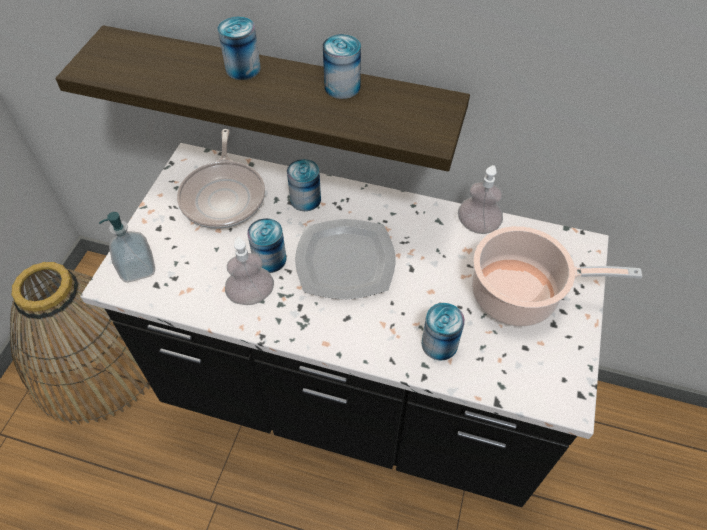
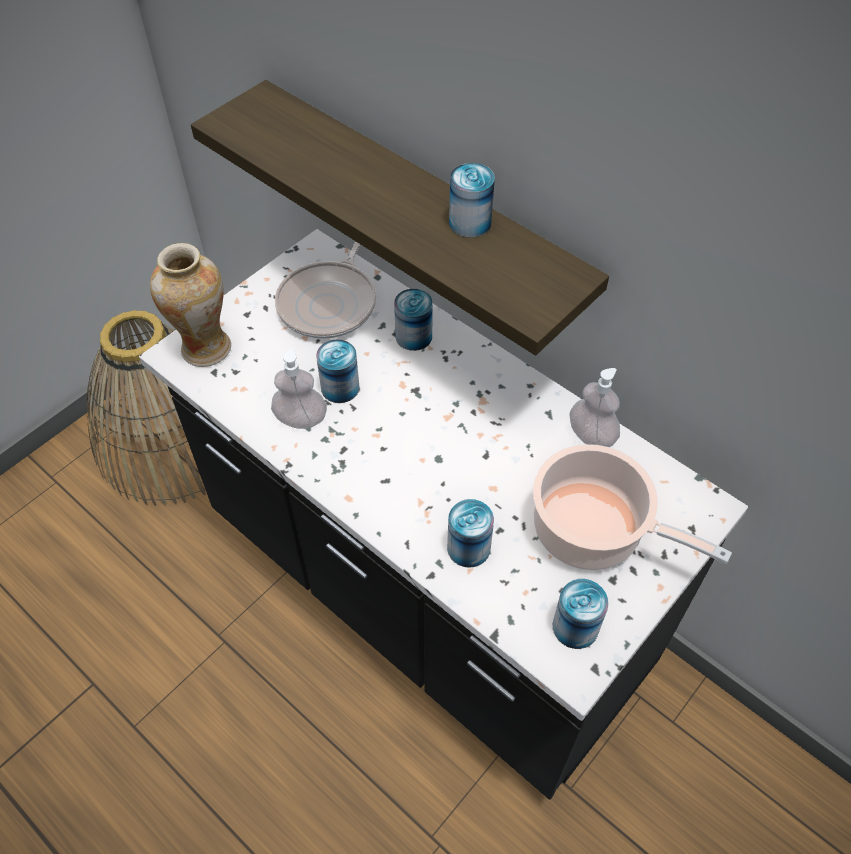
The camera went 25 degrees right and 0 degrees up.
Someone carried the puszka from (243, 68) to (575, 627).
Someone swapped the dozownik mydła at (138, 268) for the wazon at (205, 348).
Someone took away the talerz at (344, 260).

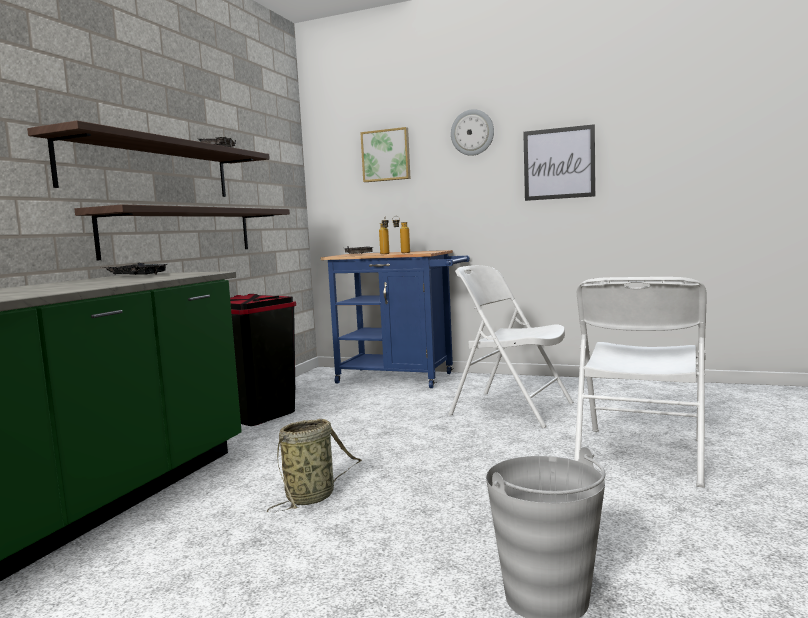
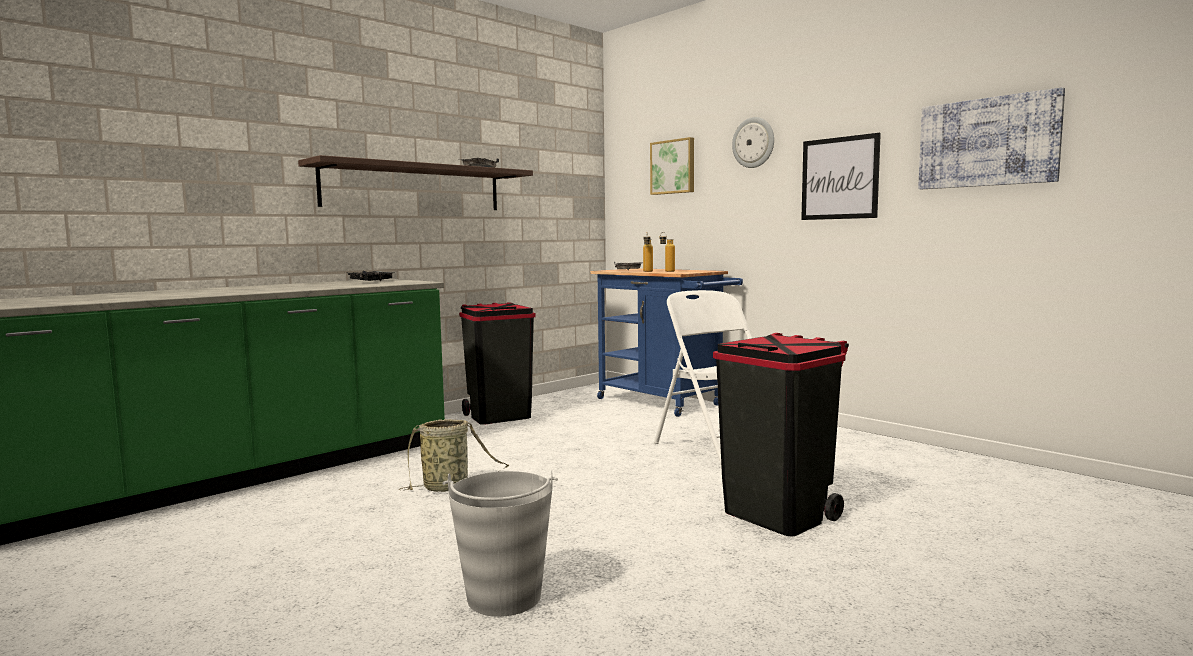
The camera went 25 degrees right and 0 degrees up.
Someone took away the półka at (181, 232).
Someone swapped the krzesło (biały) at (640, 455) for the kosz na śmieci (czarny) at (777, 514).
Someone put up the obraz at (987, 142).

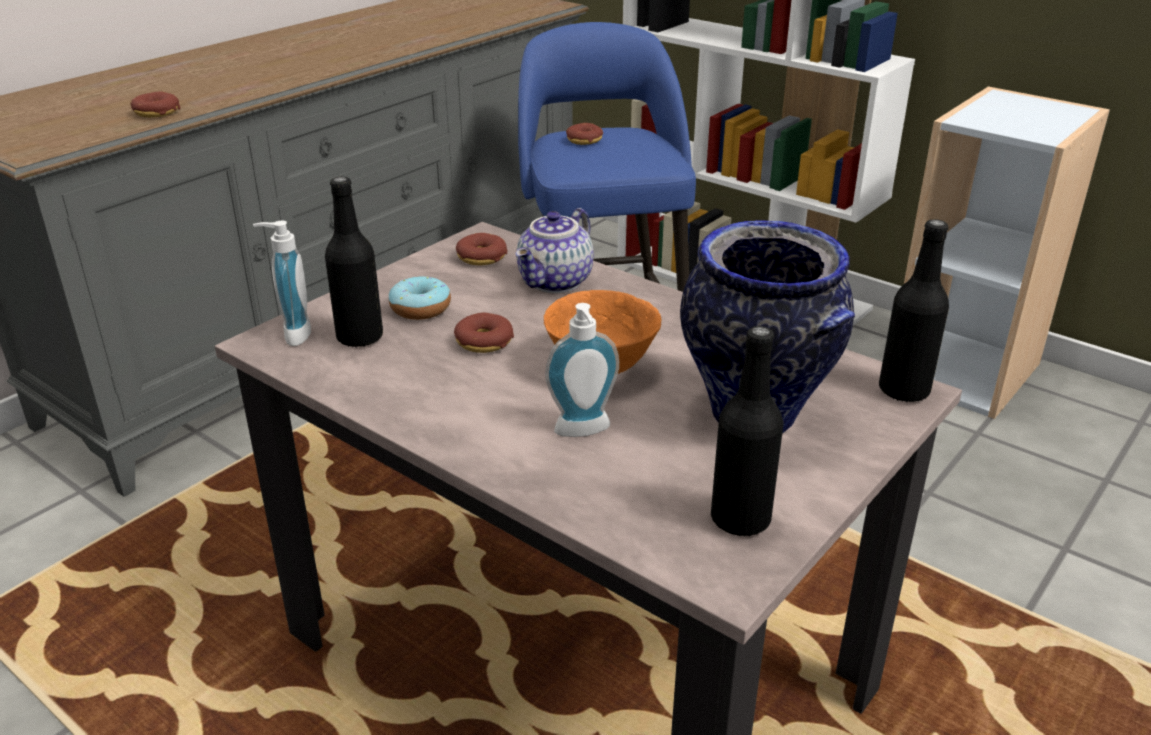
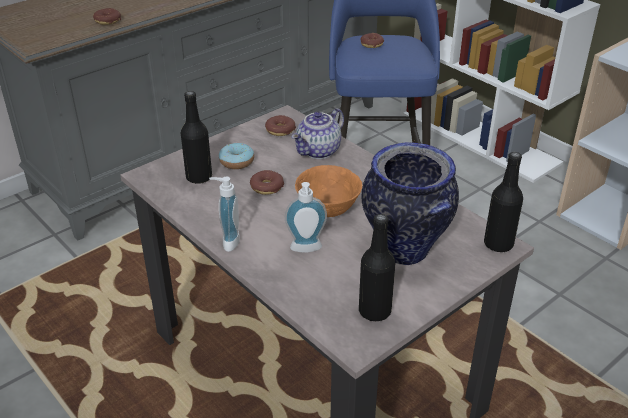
The camera went 10 degrees right and 5 degrees up.
Someone carried the dozownik mydła from (292, 334) to (227, 241).

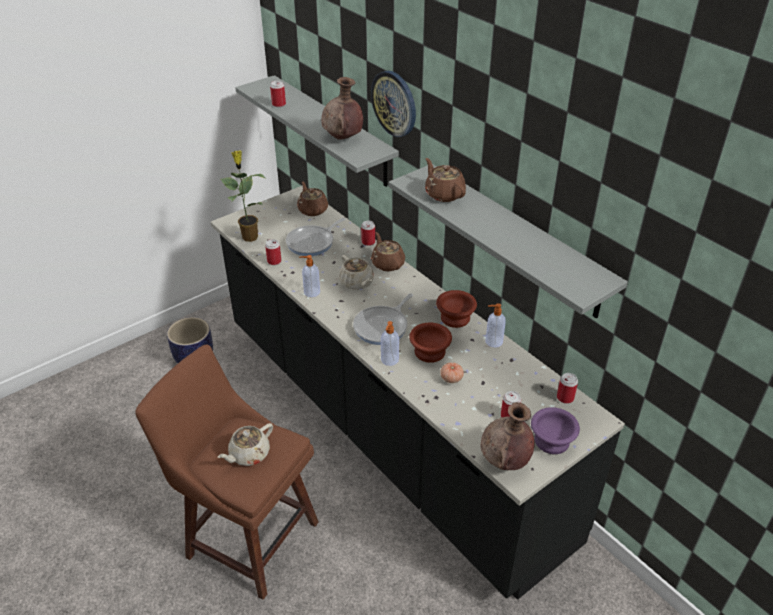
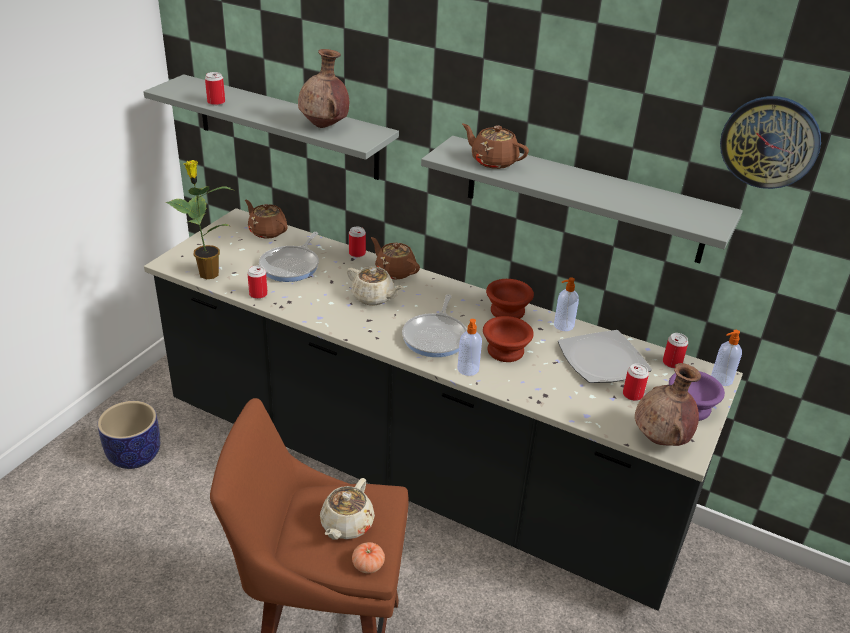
The camera went 25 degrees left and 5 degrees down.
Someone carried the zegar ścienny from (394, 103) to (770, 142).
Someone carried the dozownik mydła from (311, 292) to (720, 379).
Someone carried the pomidor from (451, 378) to (368, 565).
Someone put down the talerz at (603, 360).

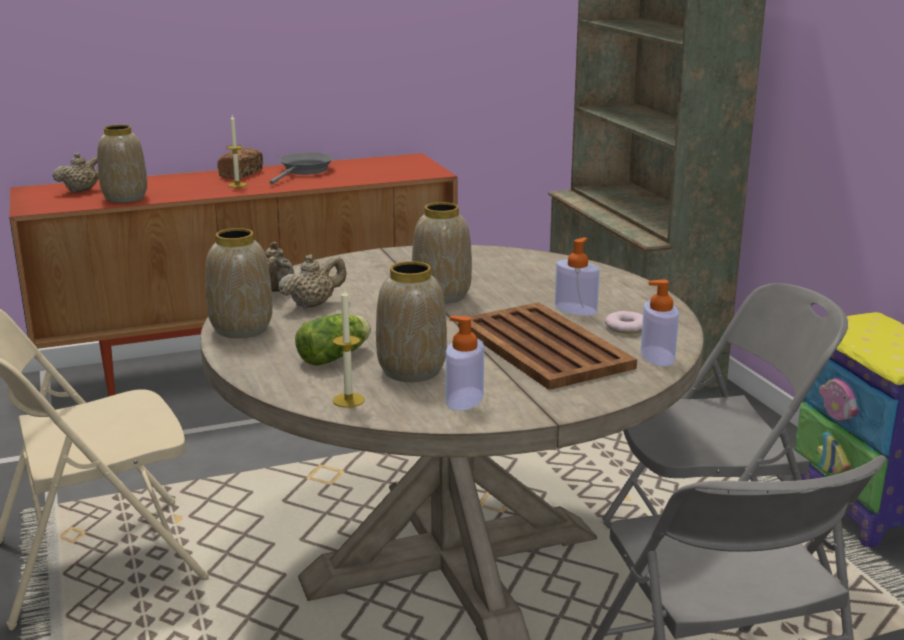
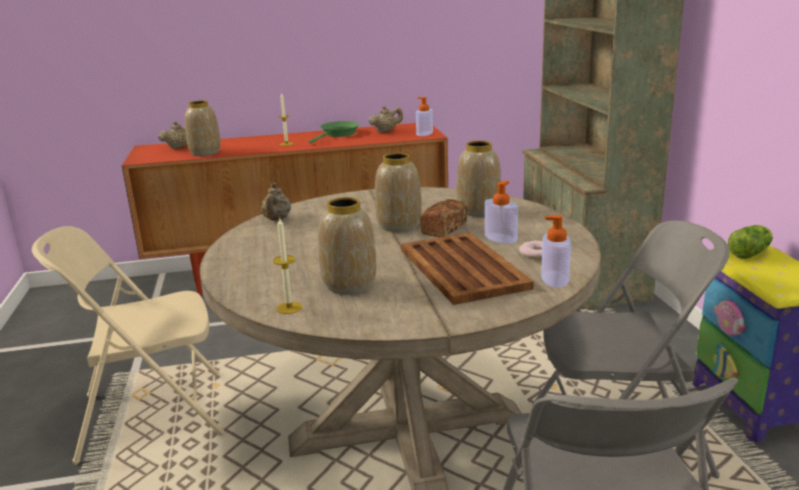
The camera went 10 degrees right and 0 degrees up.
Someone carried the chleb from (241, 174) to (444, 229).
Someone repainted the patelnia (szary) at (304, 171), which became the patelnia (zielony) at (338, 134).
Someone carried the wazon from (240, 329) to (478, 211).
Someone carried the imbryk (beżowy) from (313, 304) to (386, 131).
Someone carried the sałata from (336, 356) to (751, 253).
Someone carried the dozownik mydła from (464, 399) to (424, 133).

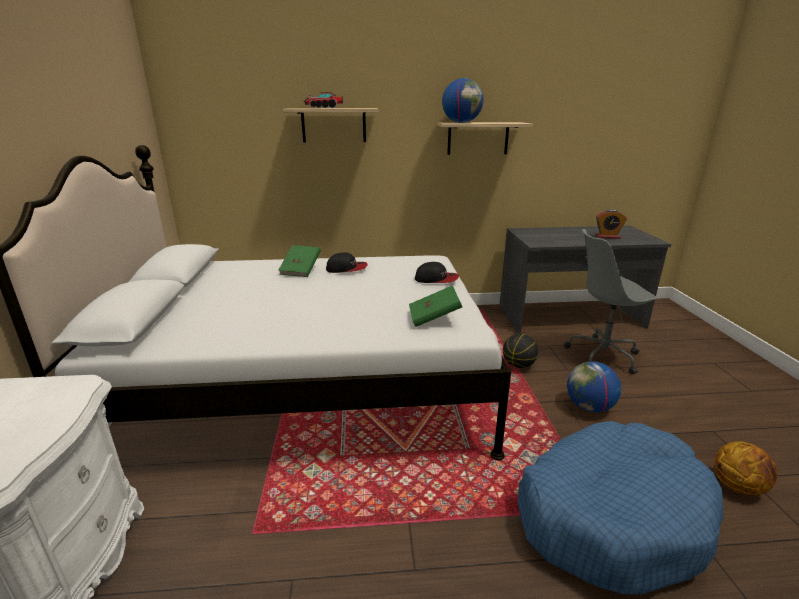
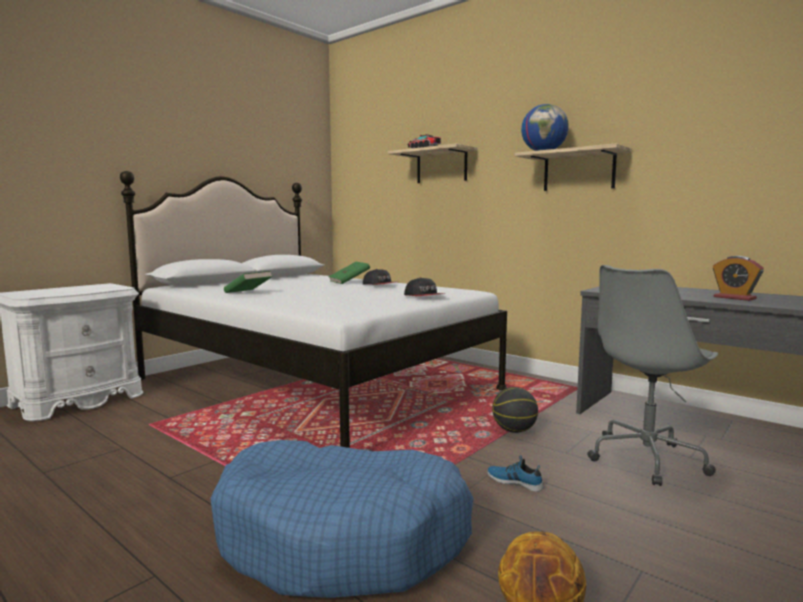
The camera went 45 degrees right and 15 degrees down.
Someone rotated the krzesło biurowe (szary) at (600, 356) by 75 degrees counterclockwise.
Someone carried the książka (zielony) from (434, 318) to (248, 293).
Someone swapped the globus at (589, 407) for the but at (515, 481).

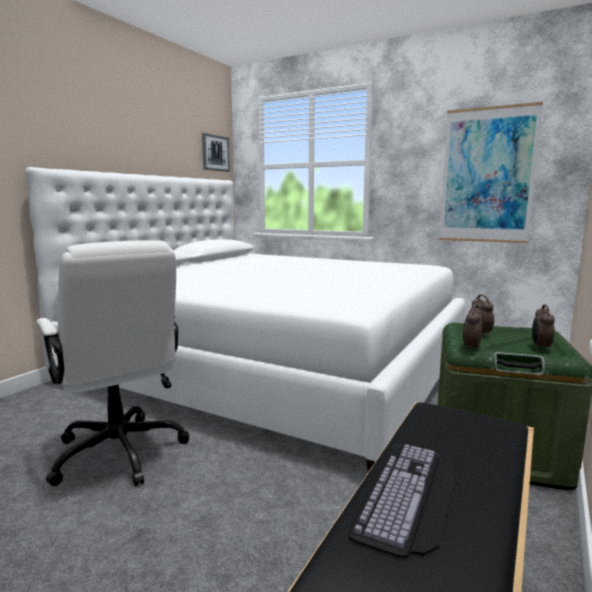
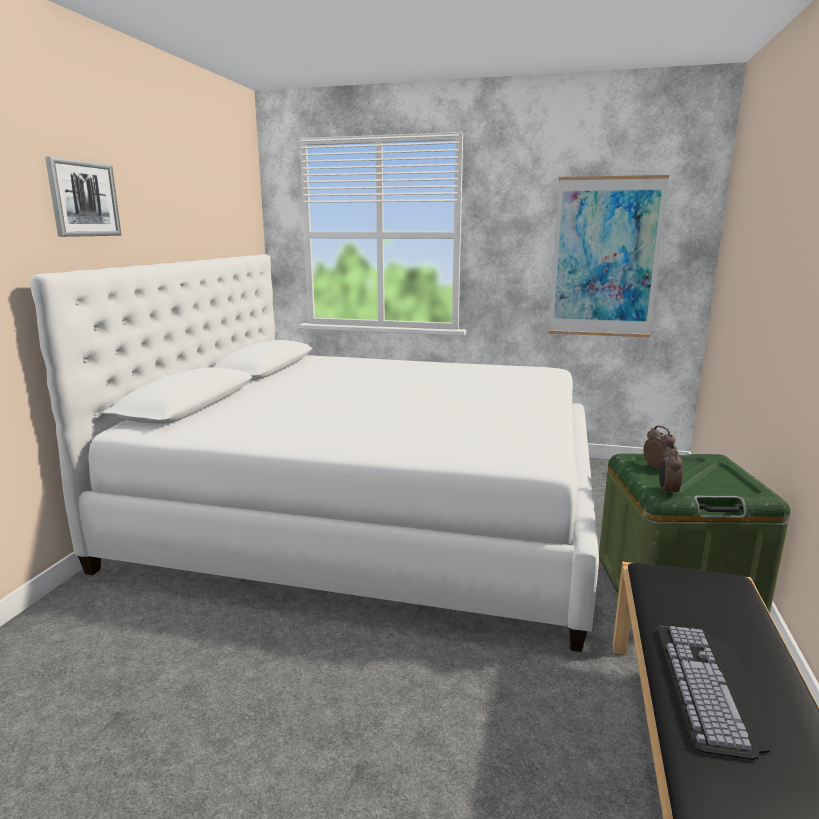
The camera went 15 degrees left and 5 degrees up.
Someone carried the obraz from (215, 153) to (83, 199).
Someone took away the krzesło biurowe (biały) at (121, 456).
Someone took away the budzik at (540, 348).

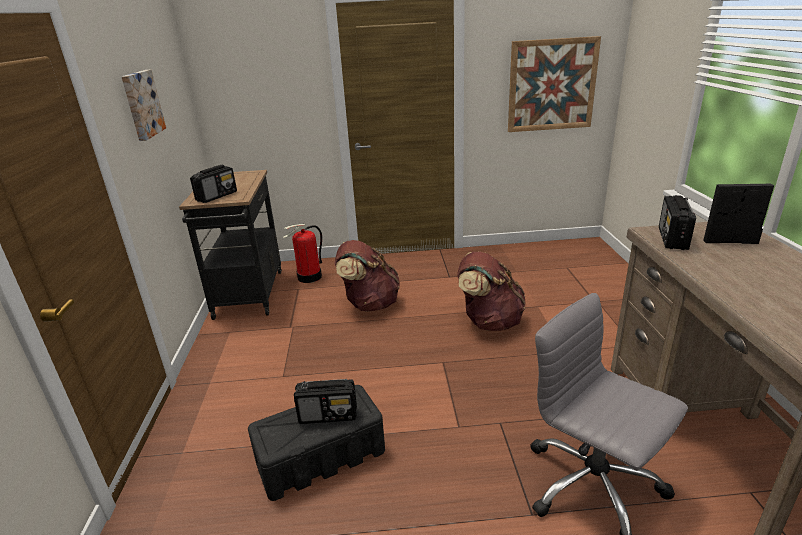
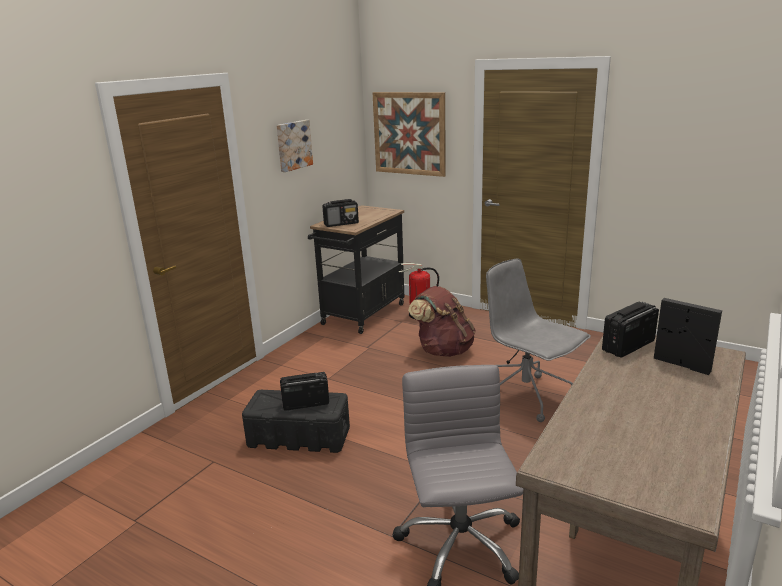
The camera went 35 degrees right and 5 degrees down.
Someone carried the obraz from (552, 85) to (409, 133).
Someone swapped the plecak (brązowy) at (489, 321) for the krzesło biurowe (szary) at (529, 399).
Someone rotated the radio at (328, 415) by 135 degrees clockwise.

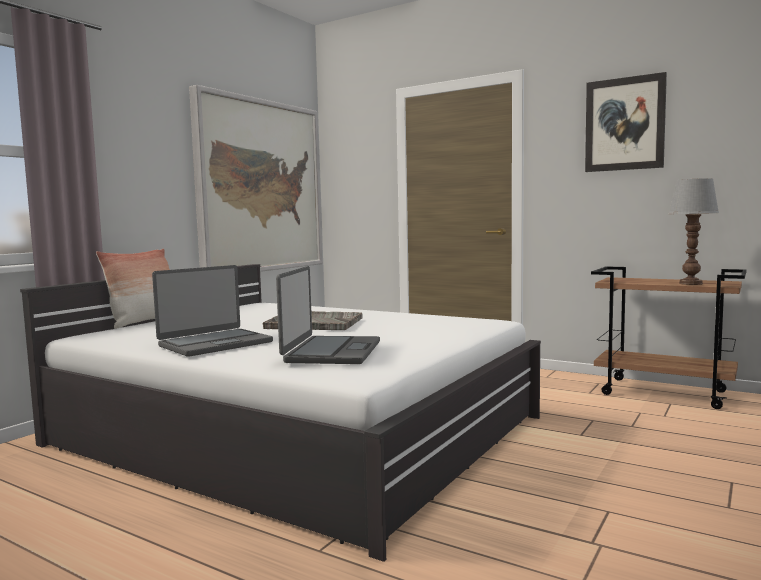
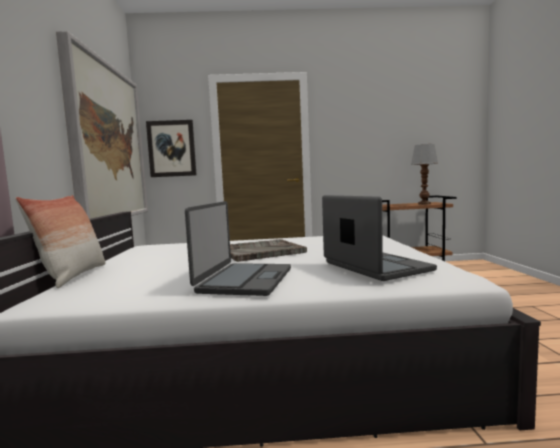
The camera went 35 degrees left and 0 degrees up.
Someone carried the obraz from (624, 124) to (171, 148).

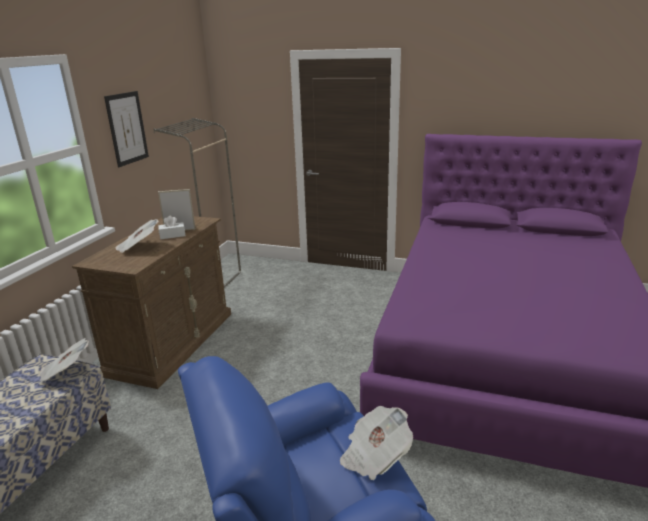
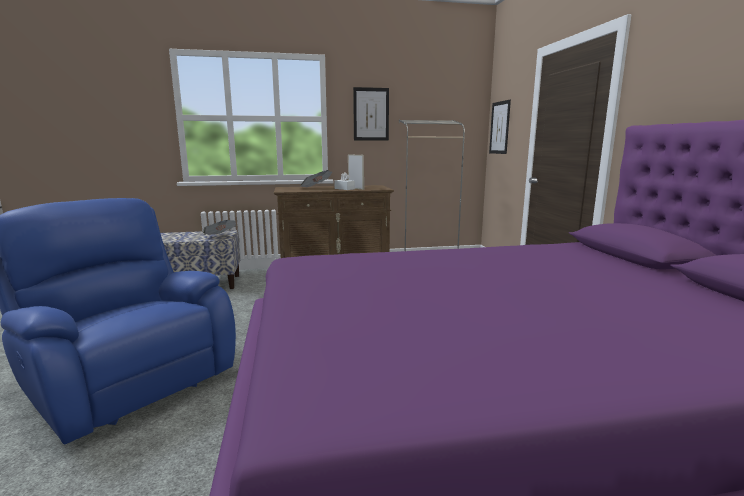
The camera went 60 degrees right and 10 degrees down.
Someone took away the gazeta at (374, 456).
Someone put up the obraz at (499, 127).

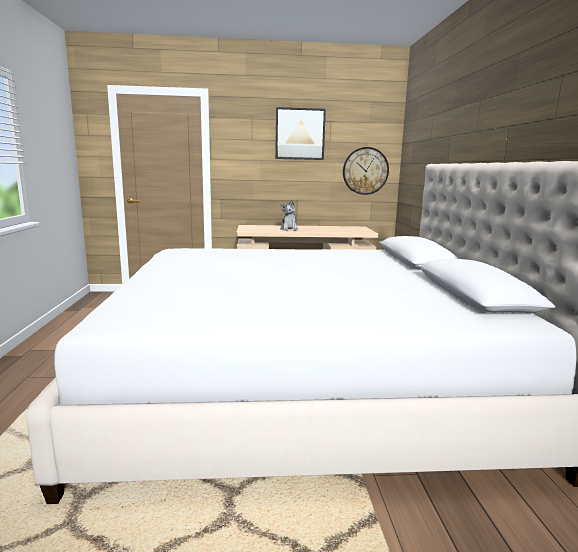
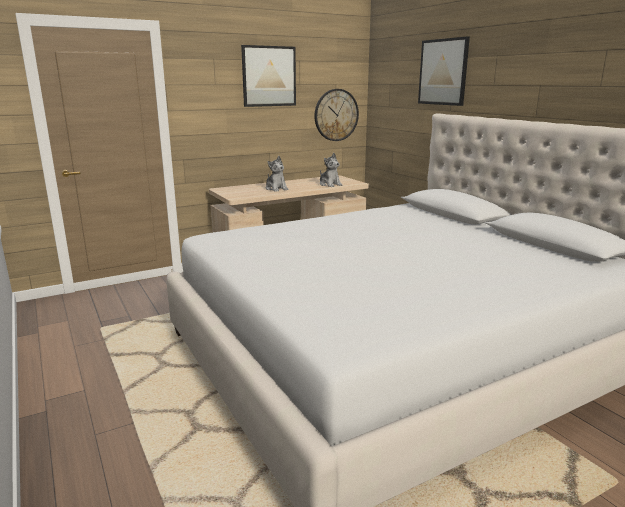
The camera went 25 degrees left and 5 degrees up.
Someone put up the obraz at (443, 72).
Someone put down the pluszak at (330, 184).

